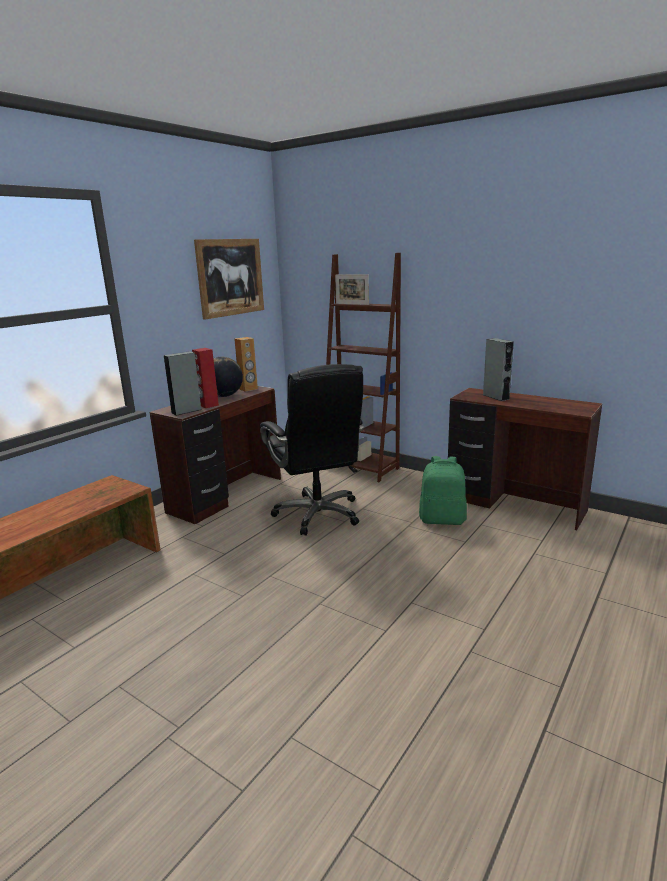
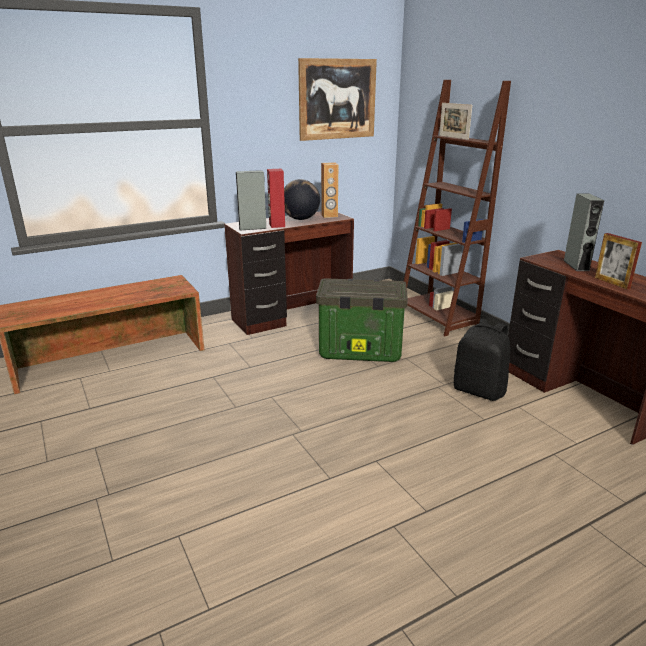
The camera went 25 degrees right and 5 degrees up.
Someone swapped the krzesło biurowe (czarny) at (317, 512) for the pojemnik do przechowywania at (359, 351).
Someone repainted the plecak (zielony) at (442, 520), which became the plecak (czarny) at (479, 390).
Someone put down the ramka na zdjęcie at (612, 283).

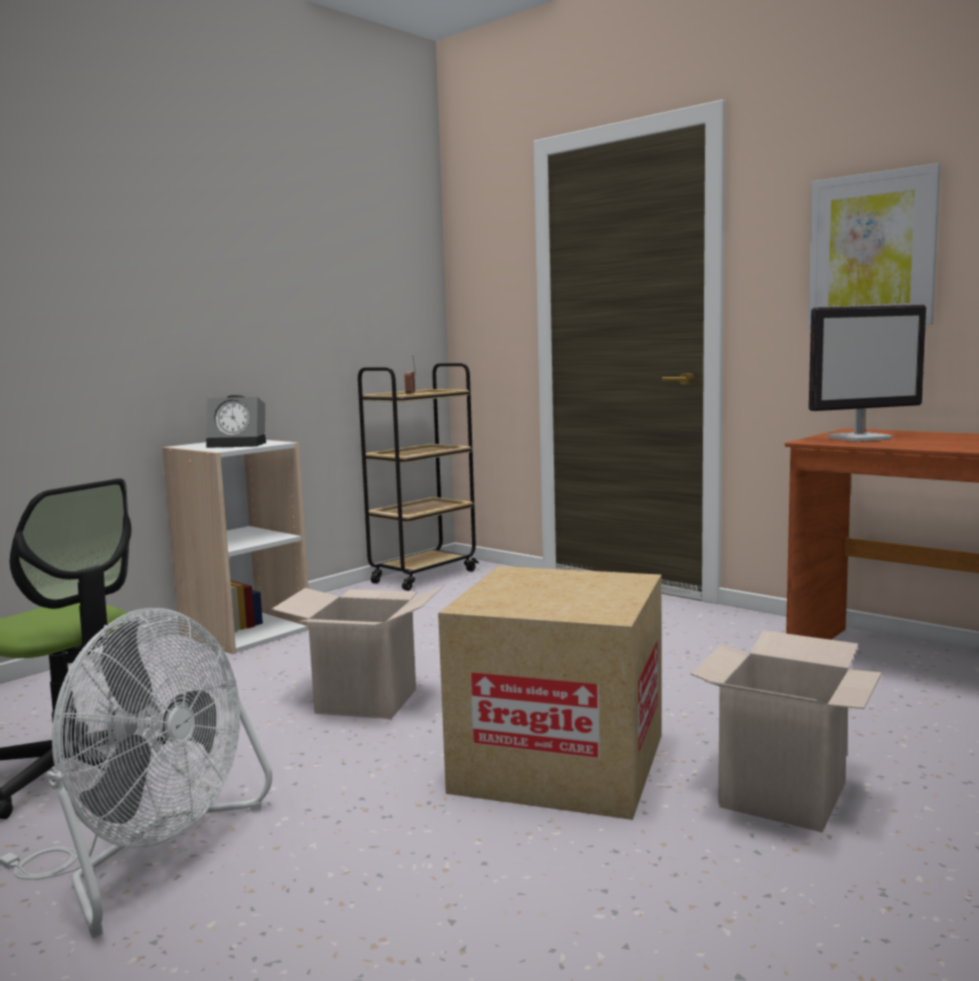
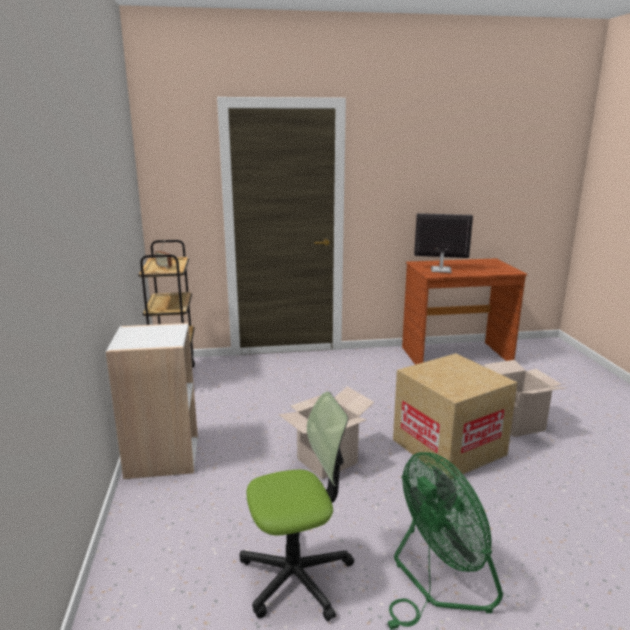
The camera went 50 degrees left and 10 degrees up.
Someone took away the obraz at (872, 250).
Someone rotated the monitor at (860, 438) by 105 degrees counterclockwise.
Someone took away the budzik at (239, 444).
Someone repainted the wentylator (biały) at (142, 860), which became the wentylator (zielony) at (430, 579).

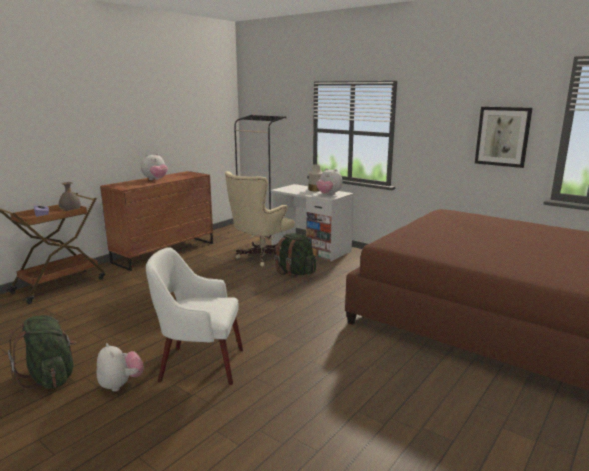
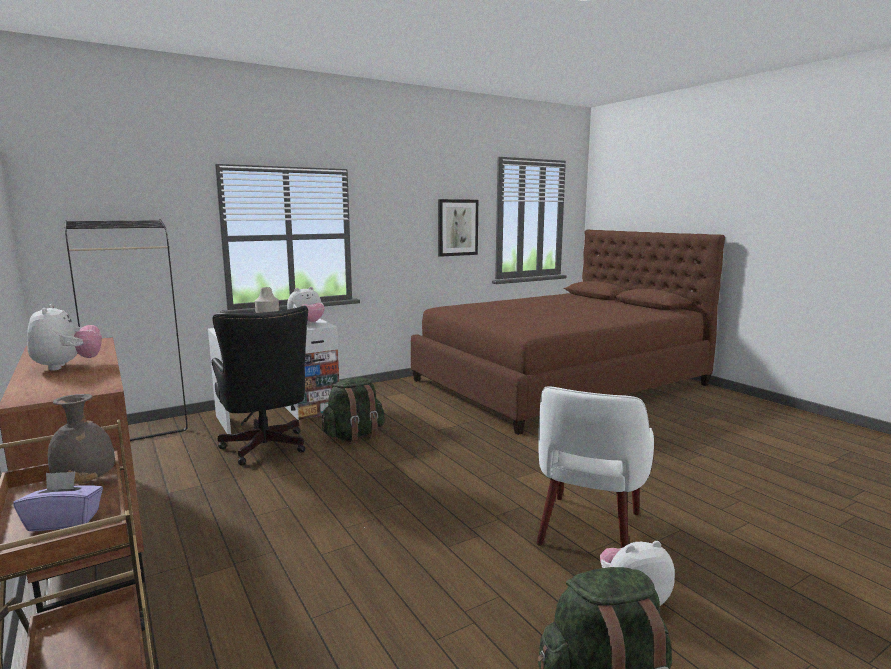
The camera went 70 degrees left and 5 degrees down.
Someone repainted the krzesło biurowe (beżowy) at (260, 258), which became the krzesło biurowe (czarny) at (266, 448).

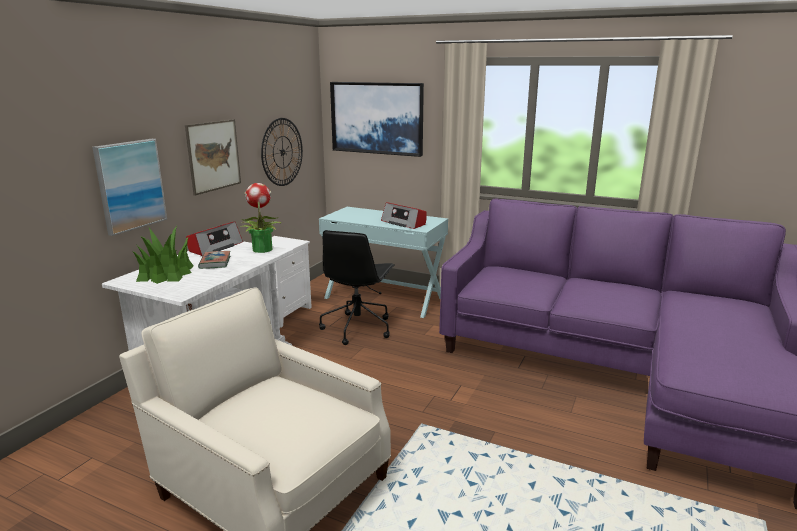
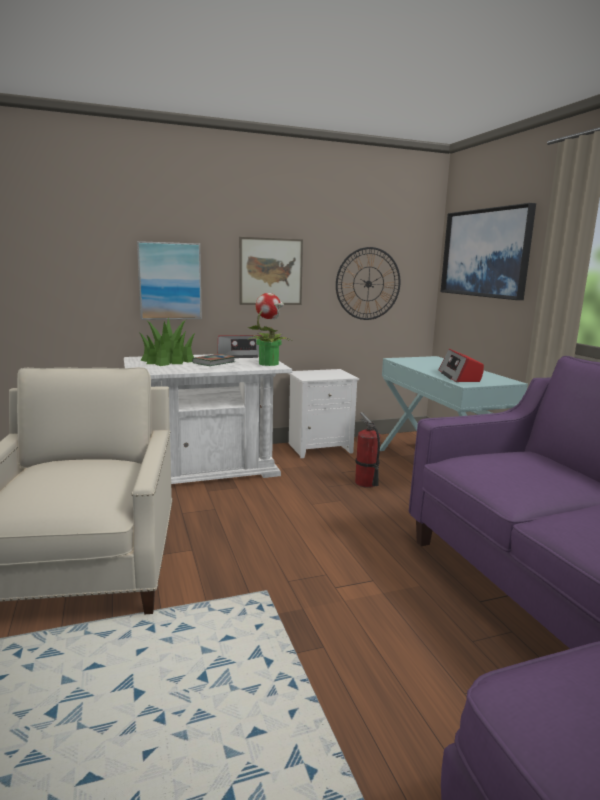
The camera went 45 degrees right and 5 degrees down.
Someone swapped the krzesło biurowe (czarny) at (358, 327) for the gaśnica at (366, 483).

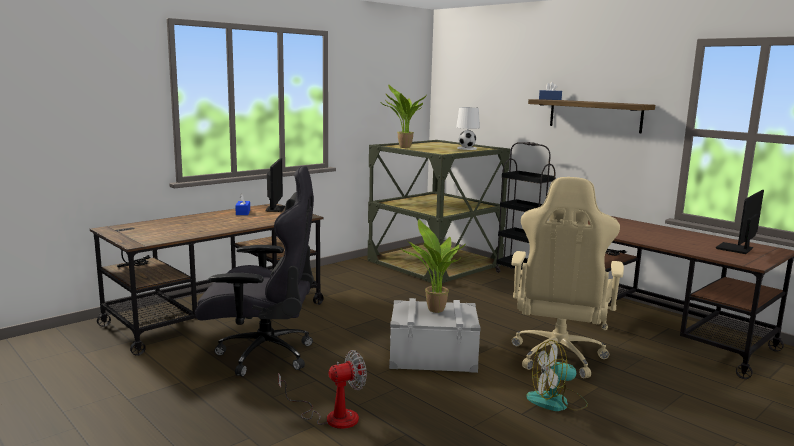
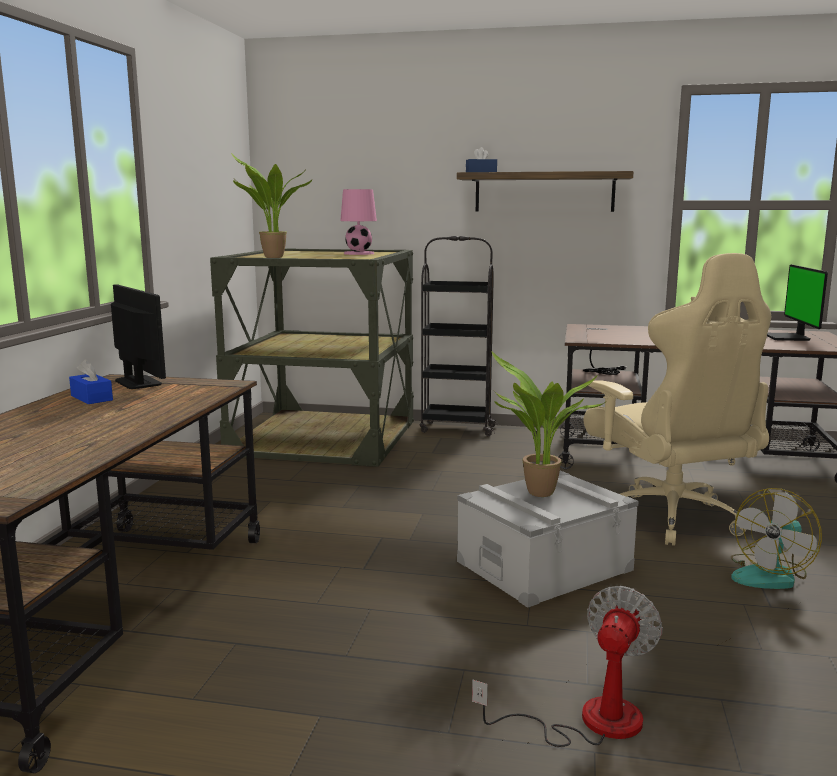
The camera went 35 degrees left and 0 degrees up.
Someone repainted the lampa stołowa (biały) at (467, 148), which became the lampa stołowa (różowy) at (359, 253).
Someone took away the krzesło biurowe (czarny) at (259, 355).

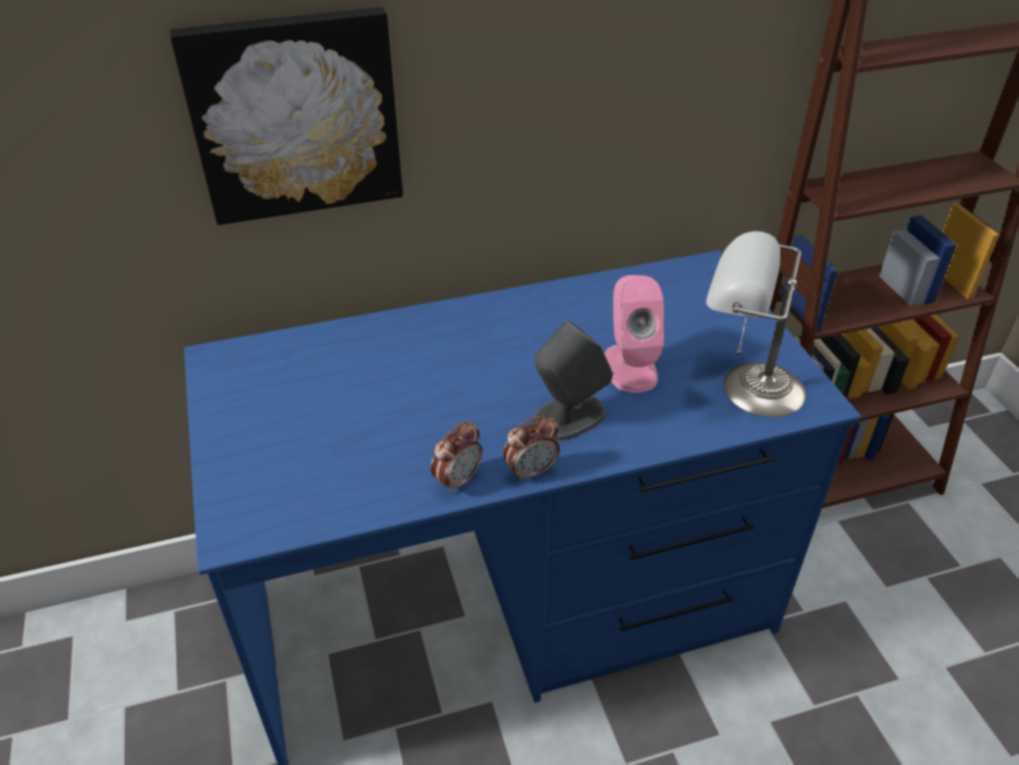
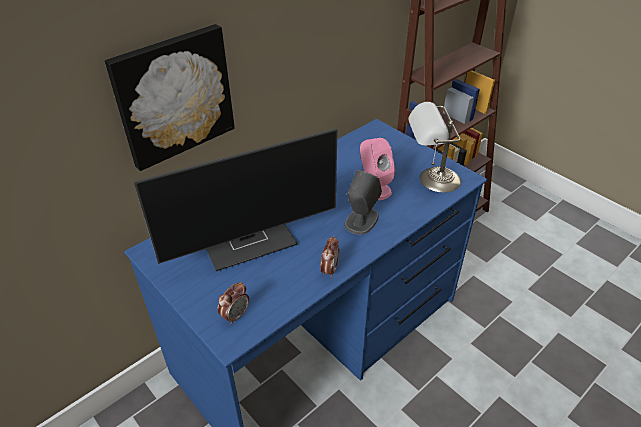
The camera went 25 degrees left and 0 degrees up.
Someone carried the budzik from (531, 471) to (235, 315).
Someone put down the monitor at (250, 241).

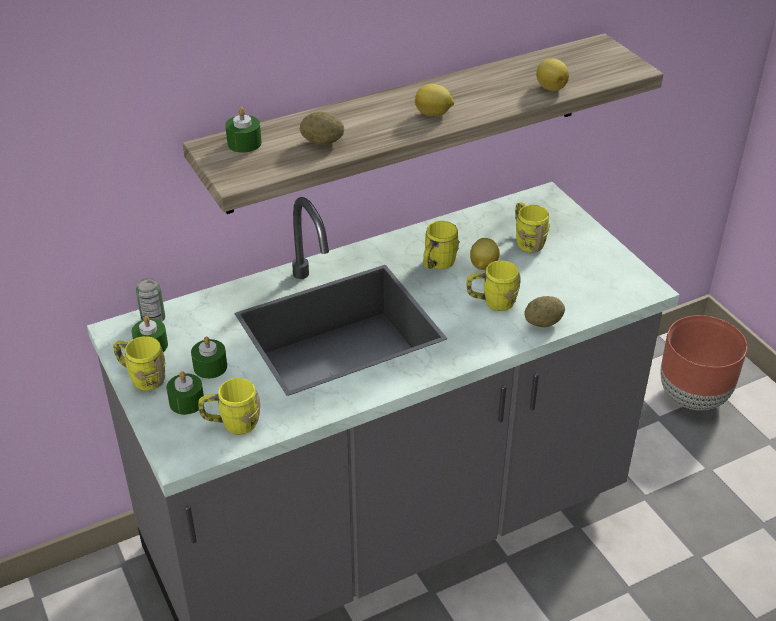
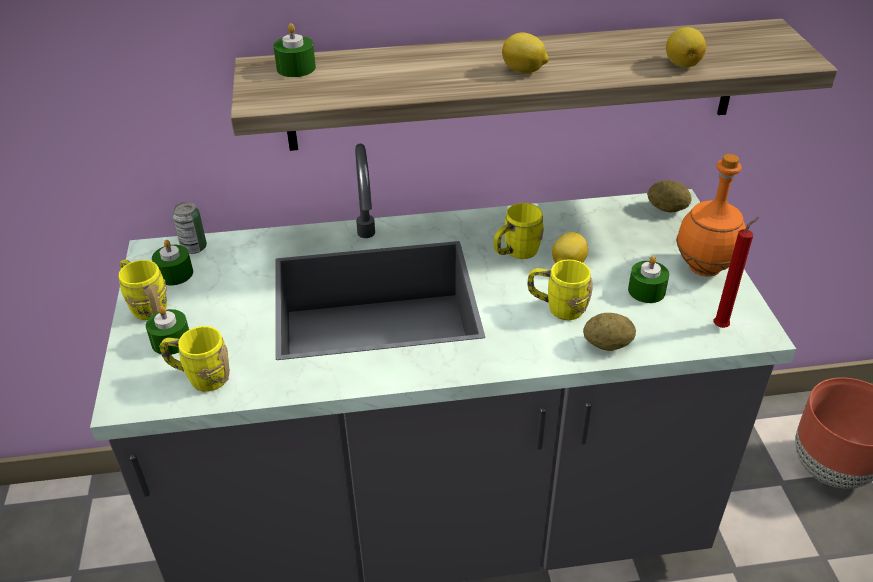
The camera went 20 degrees right and 0 degrees up.
Someone carried the ziemniak from (322, 142) to (666, 209).
Someone took away the kubek (żółty) at (527, 240).
Someone carried the świeca (zielony) from (210, 367) to (646, 291).
Someone put down the butelka (pomarańczowy) at (703, 268).
Someone put down the świeca (czerwony) at (722, 326).

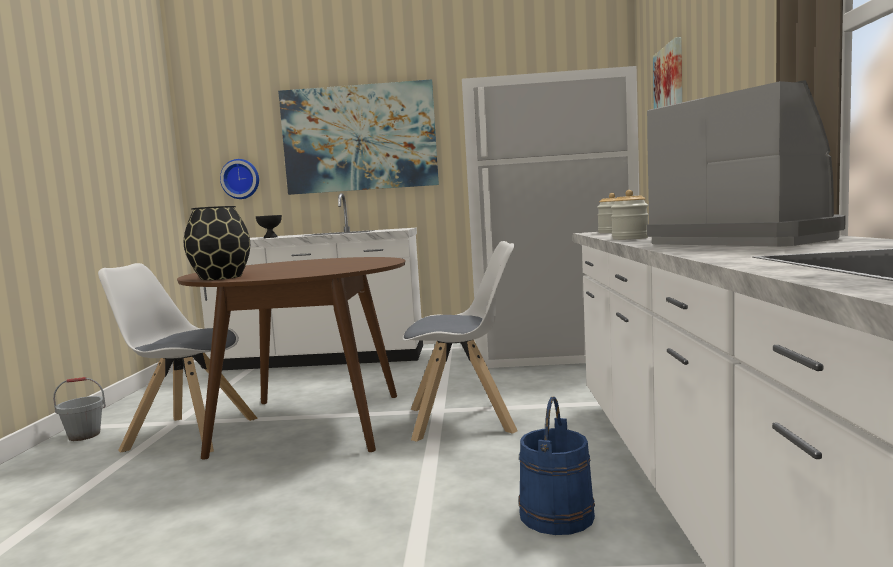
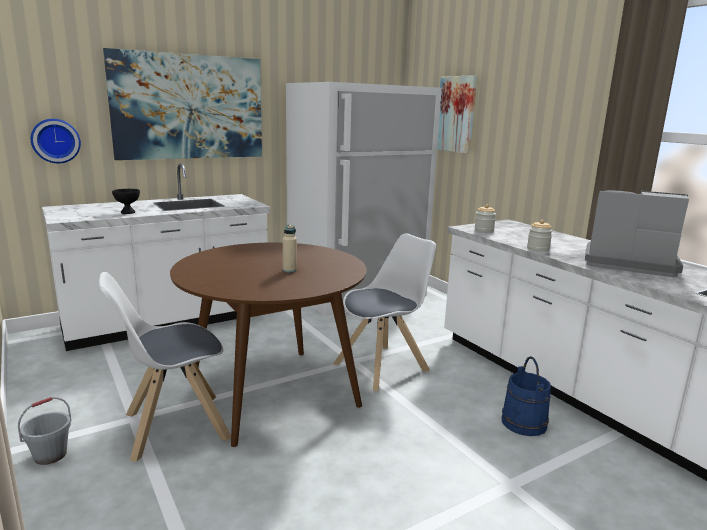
The camera went 35 degrees left and 10 degrees up.
Someone took away the wazon (czarny) at (220, 278).
Someone put down the butelka (beżowy) at (289, 270).

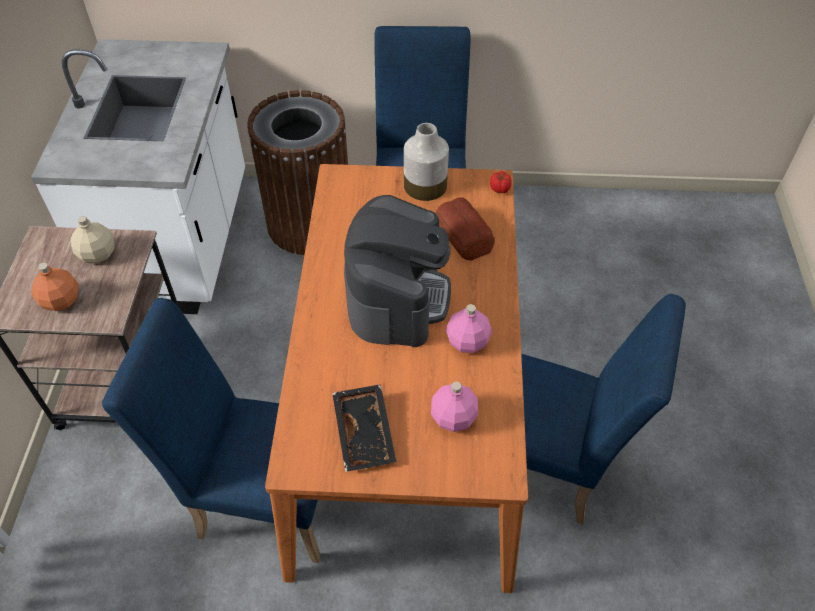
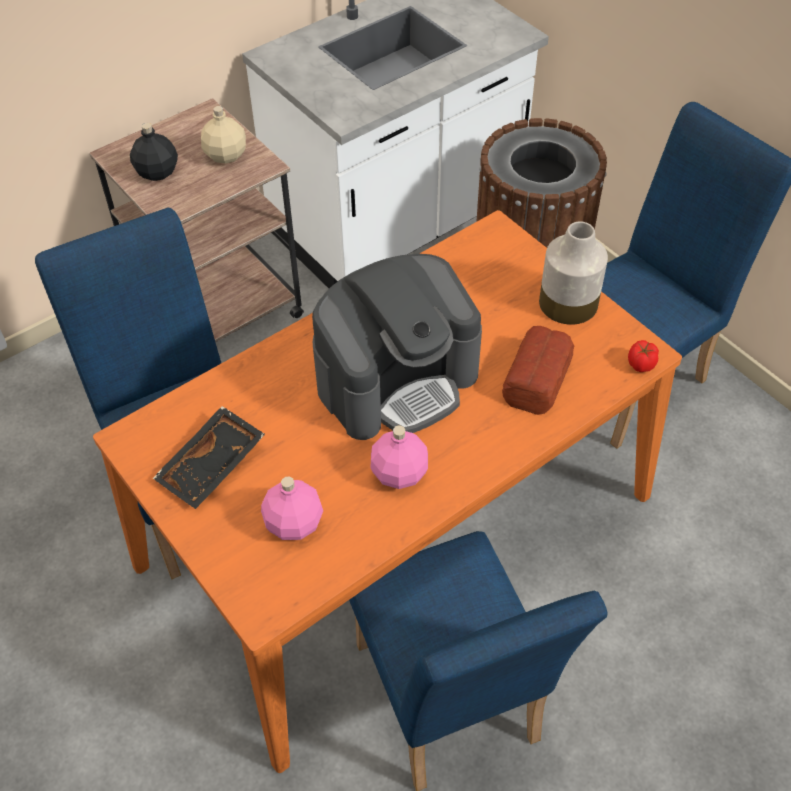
The camera went 50 degrees right and 0 degrees up.
Someone repainted the butelka (pomarańczowy) at (61, 301), which became the butelka (czarny) at (157, 173).

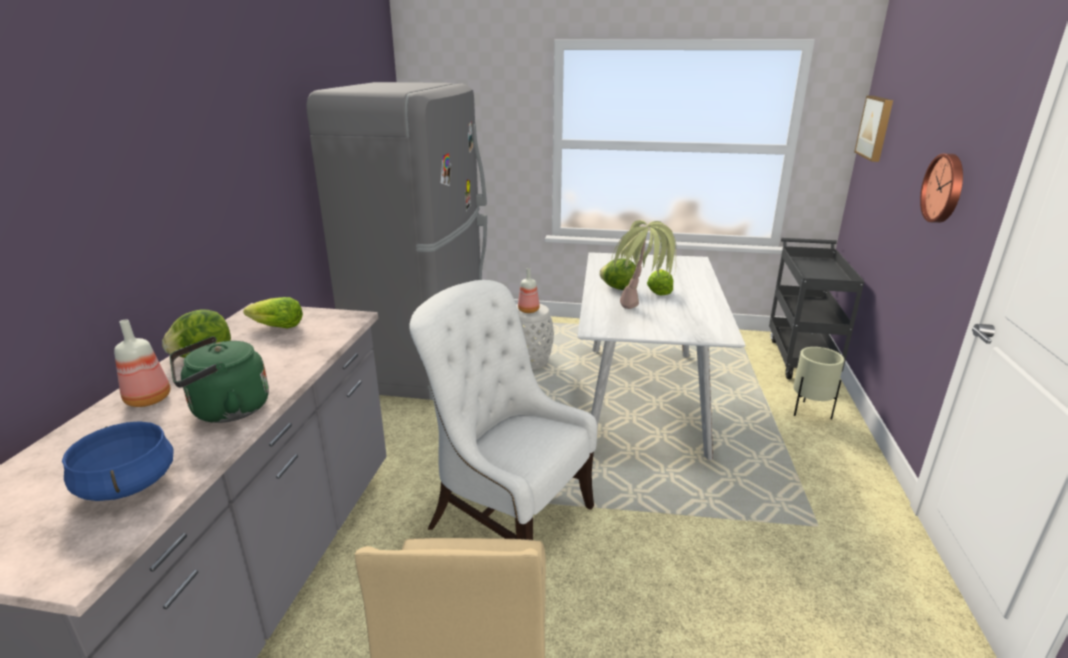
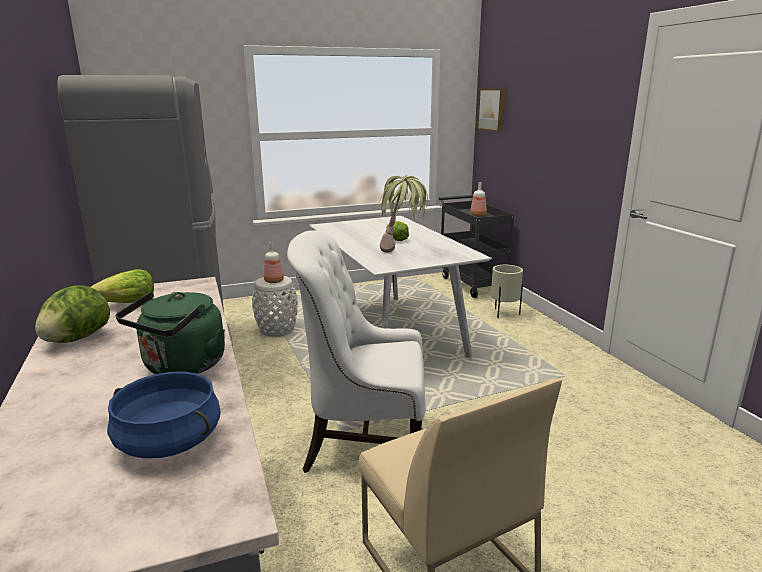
The camera went 30 degrees left and 5 degrees down.
Someone took away the zegar ścienny at (945, 188).
Someone took away the sałata at (618, 288).
Someone carried the butelka from (150, 399) to (478, 215).

